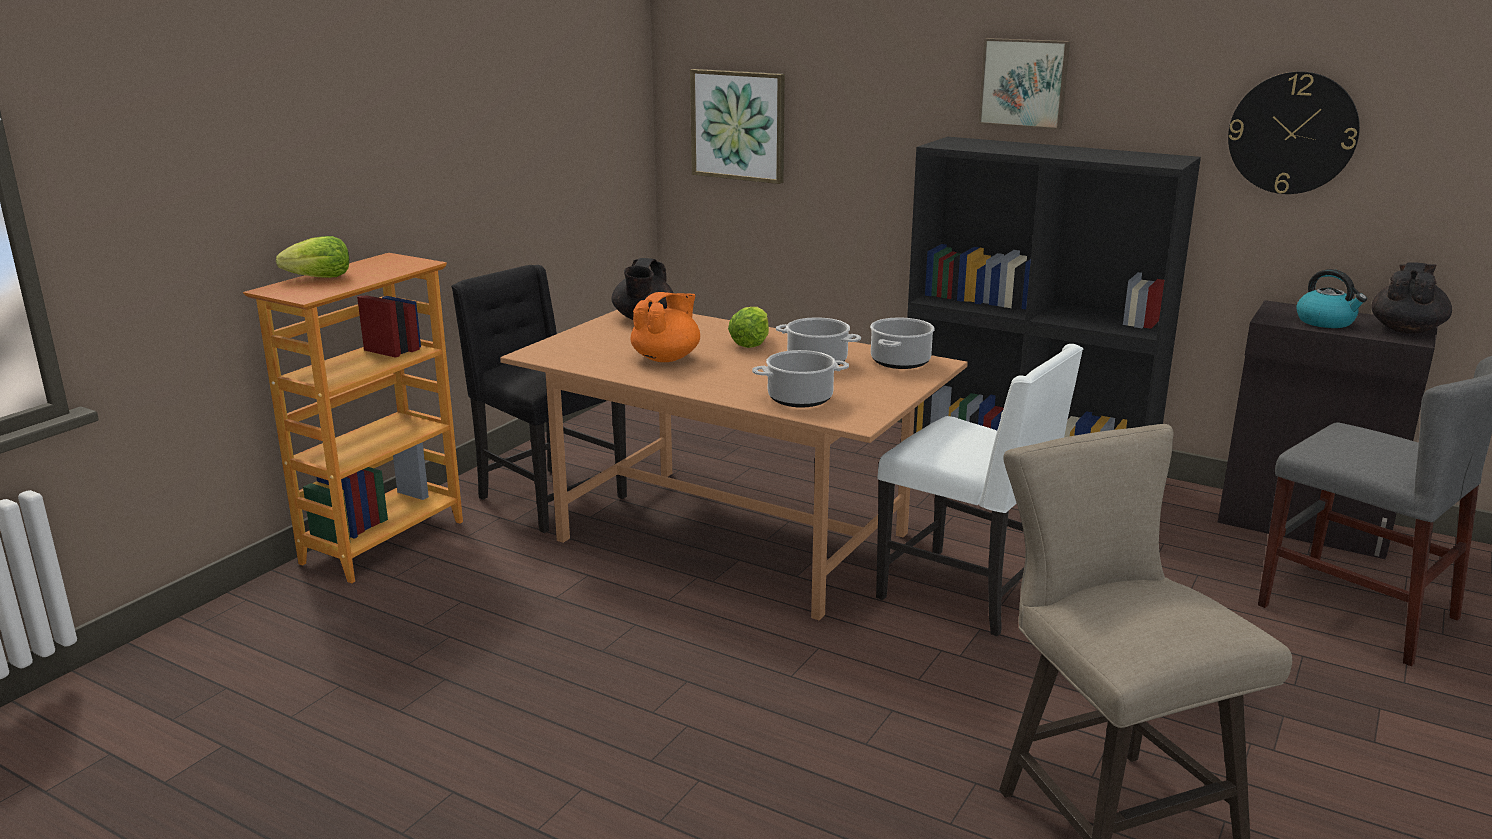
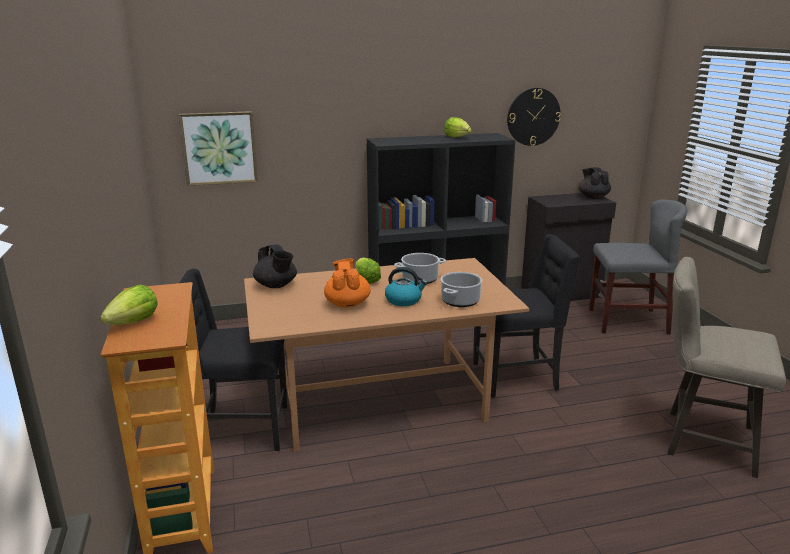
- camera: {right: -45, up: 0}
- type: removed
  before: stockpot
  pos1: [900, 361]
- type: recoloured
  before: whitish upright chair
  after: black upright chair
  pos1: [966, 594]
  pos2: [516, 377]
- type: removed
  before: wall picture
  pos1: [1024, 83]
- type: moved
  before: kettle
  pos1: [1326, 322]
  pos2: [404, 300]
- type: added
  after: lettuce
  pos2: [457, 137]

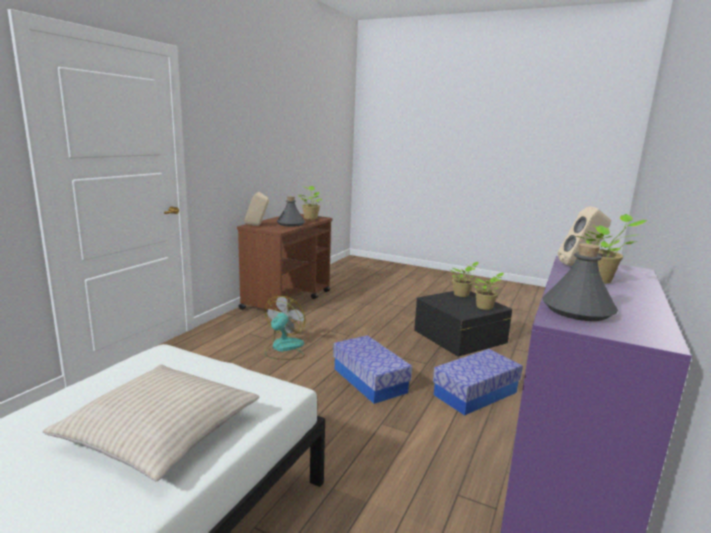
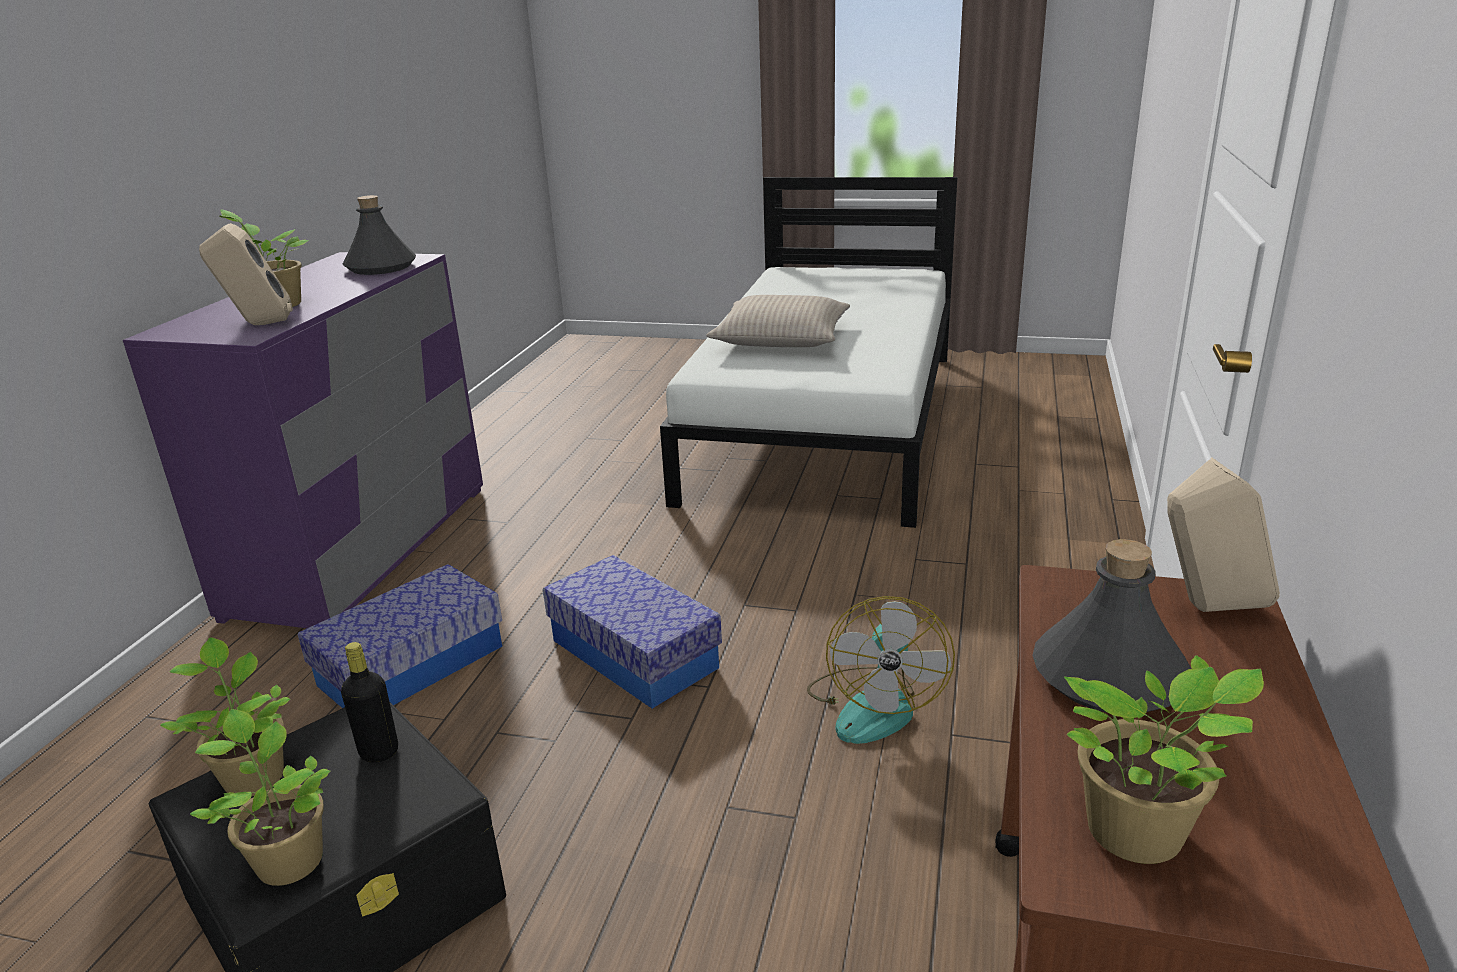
- camera: {right: 170, up: 10}
- type: added
  after: black beverage bottle
  pos2: [379, 752]

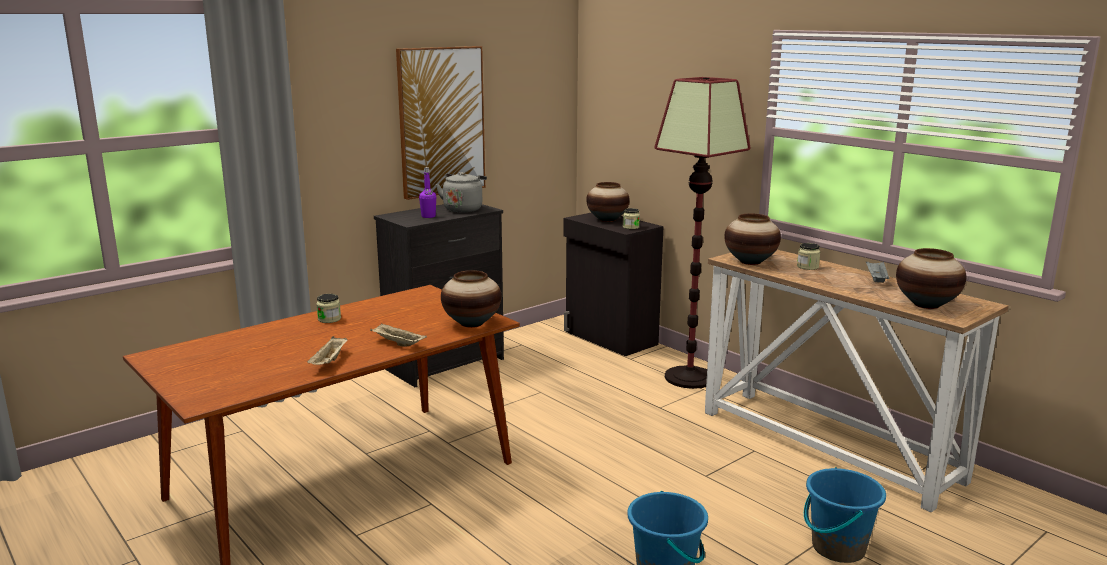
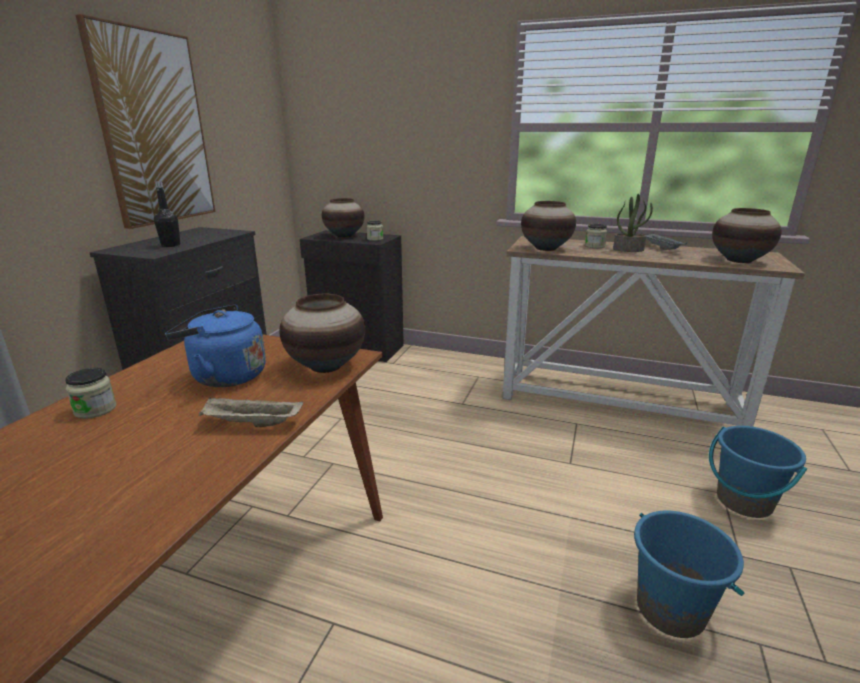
- camera: {right: -30, up: 5}
- type: removed
  before: beige carrying tray
  pos1: [329, 362]
- type: recoloured
  before: purple-coloured beverage bottle
  after: black beverage bottle
  pos1: [428, 216]
  pos2: [171, 245]
- type: removed
  before: greyish kettle
  pos1: [463, 209]
- type: removed
  before: floor lamp
  pos1: [690, 378]
- type: added
  after: blue kettle
  pos2: [224, 376]
- type: added
  after: plant in a pot
  pos2: [628, 249]

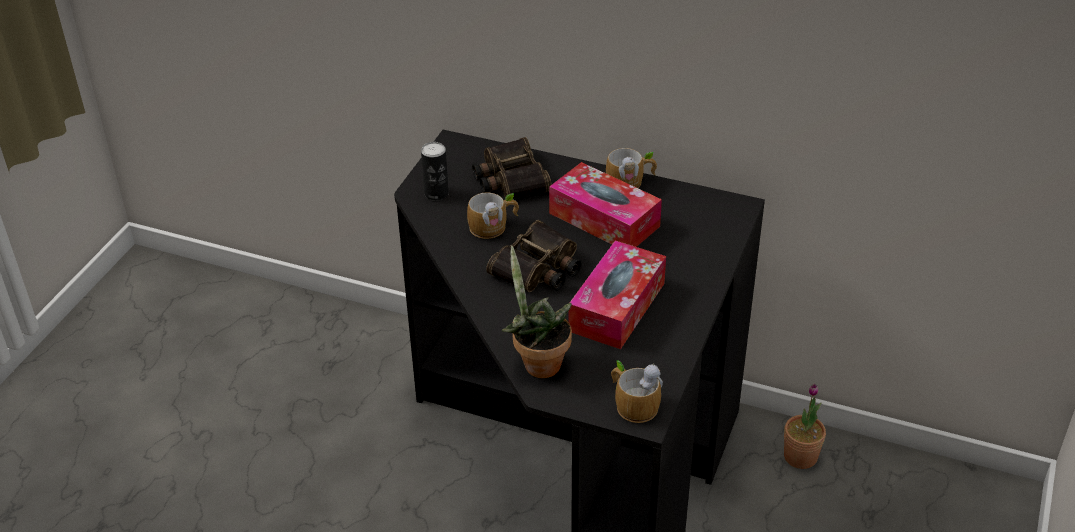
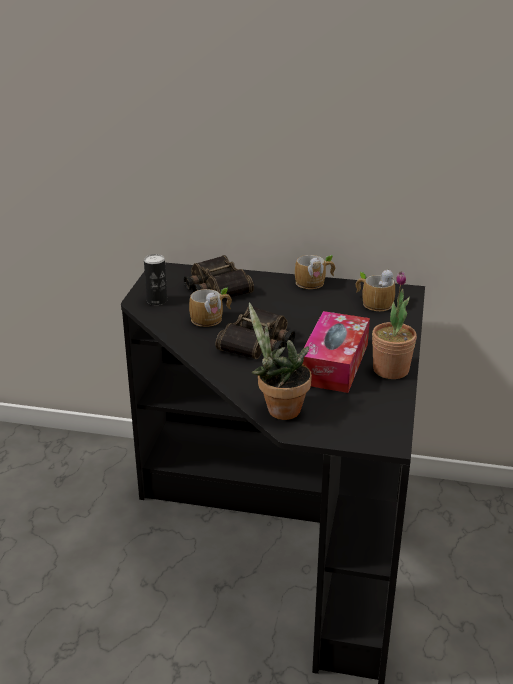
- camera: {right: -10, up: -10}
- type: removed
  before: tissue holder
  pos1: [604, 220]
- type: moved
  before: tea mug
  pos1: [632, 402]
  pos2: [373, 302]
- type: moved
  before: plant in a pot
  pos1: [800, 456]
  pos2: [390, 370]

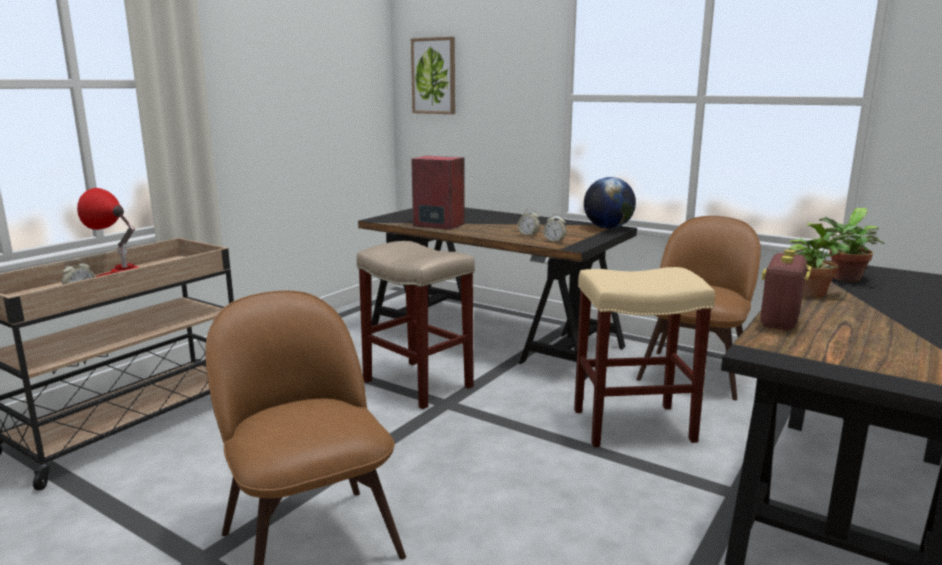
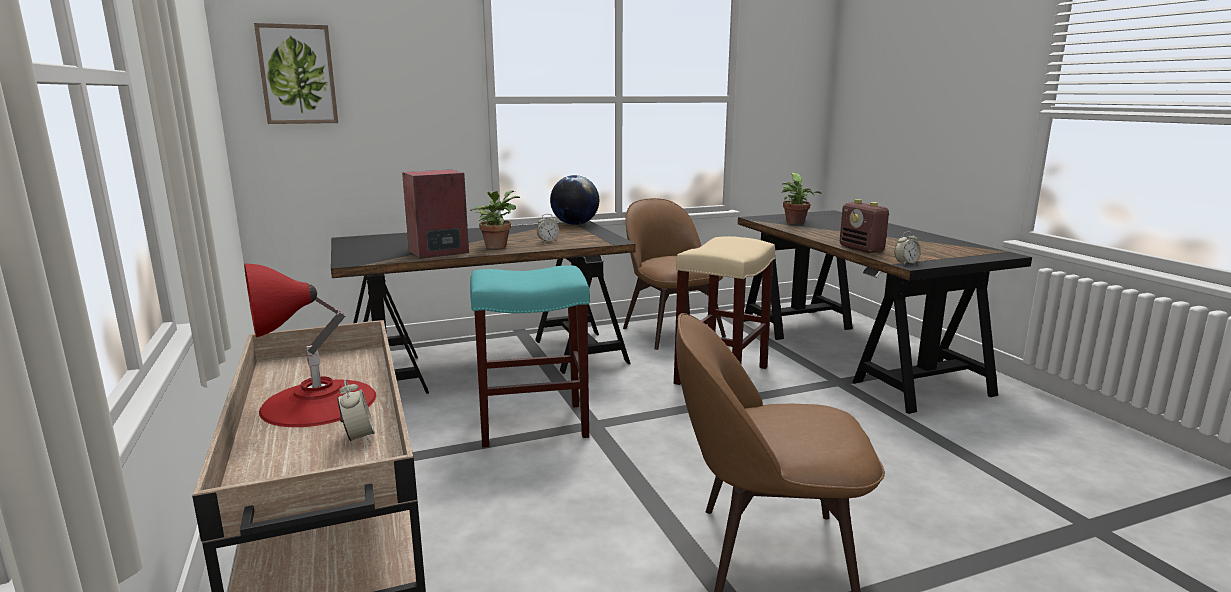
- camera: {right: -55, up: 0}
- type: recoloured
  before: beige stool
  after: turquoise-coloured stool
  pos1: [416, 384]
  pos2: [531, 425]
- type: moved
  before: alarm clock
  pos1: [554, 241]
  pos2: [906, 263]
- type: moved
  before: plant in a pot
  pos1: [813, 293]
  pos2: [497, 246]

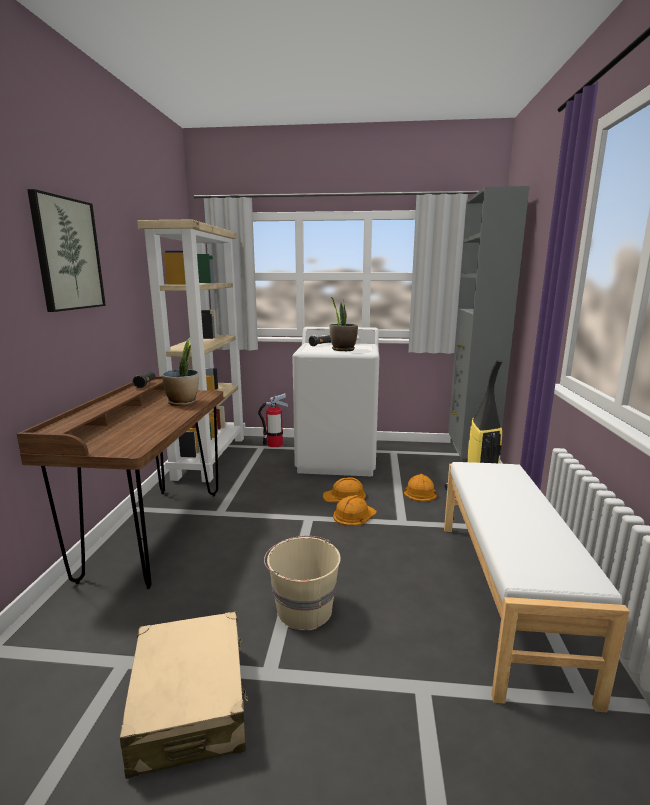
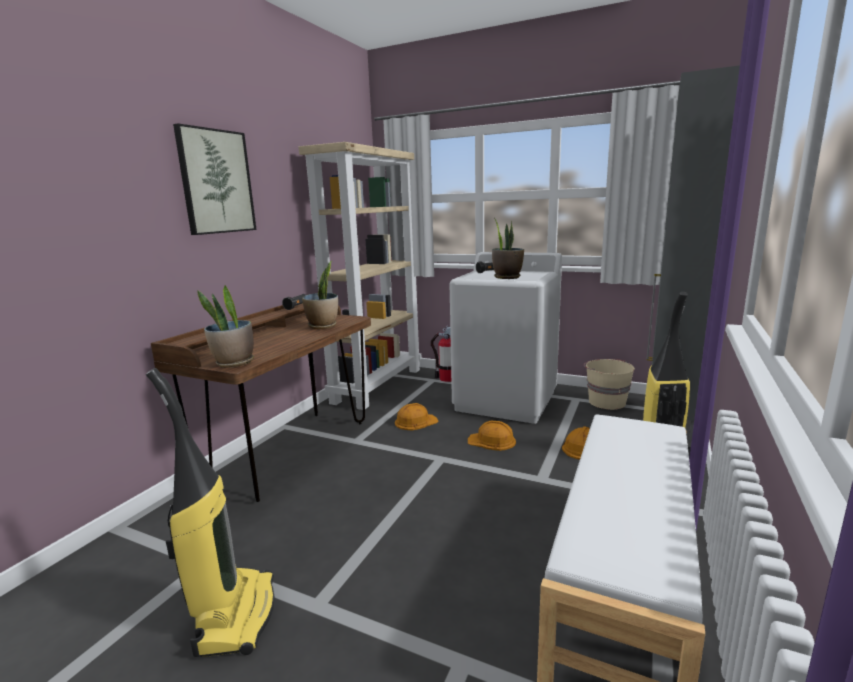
- camera: {right: 20, up: 0}
- type: replaced
  before: beige travel case
  after: vacuum
  pos1: [190, 704]
  pos2: [235, 615]
- type: moved
  before: beige bucket
  pos1: [303, 609]
  pos2: [606, 402]
- type: moved
  before: orangey safety helmet
  pos1: [354, 515]
  pos2: [415, 421]
- type: added
  after: plant in a pot
  pos2: [234, 363]

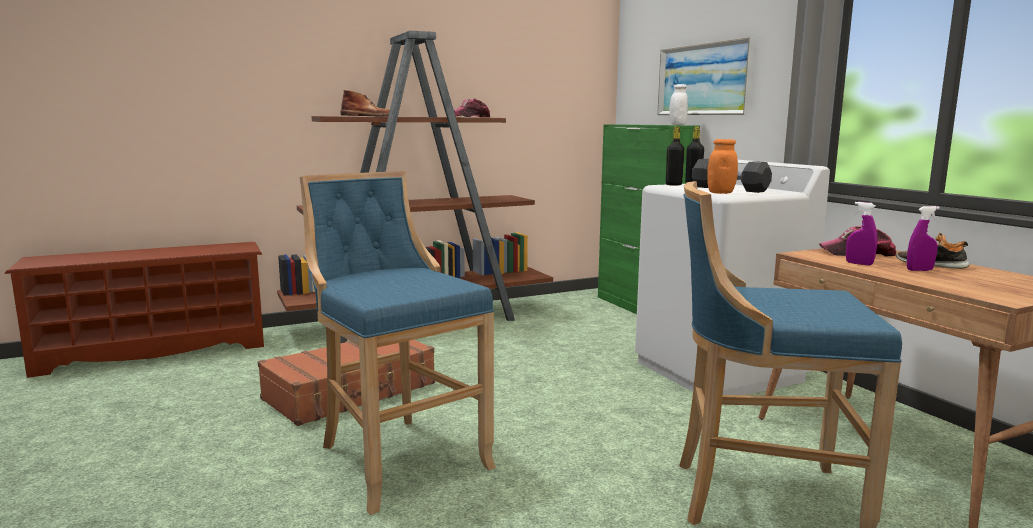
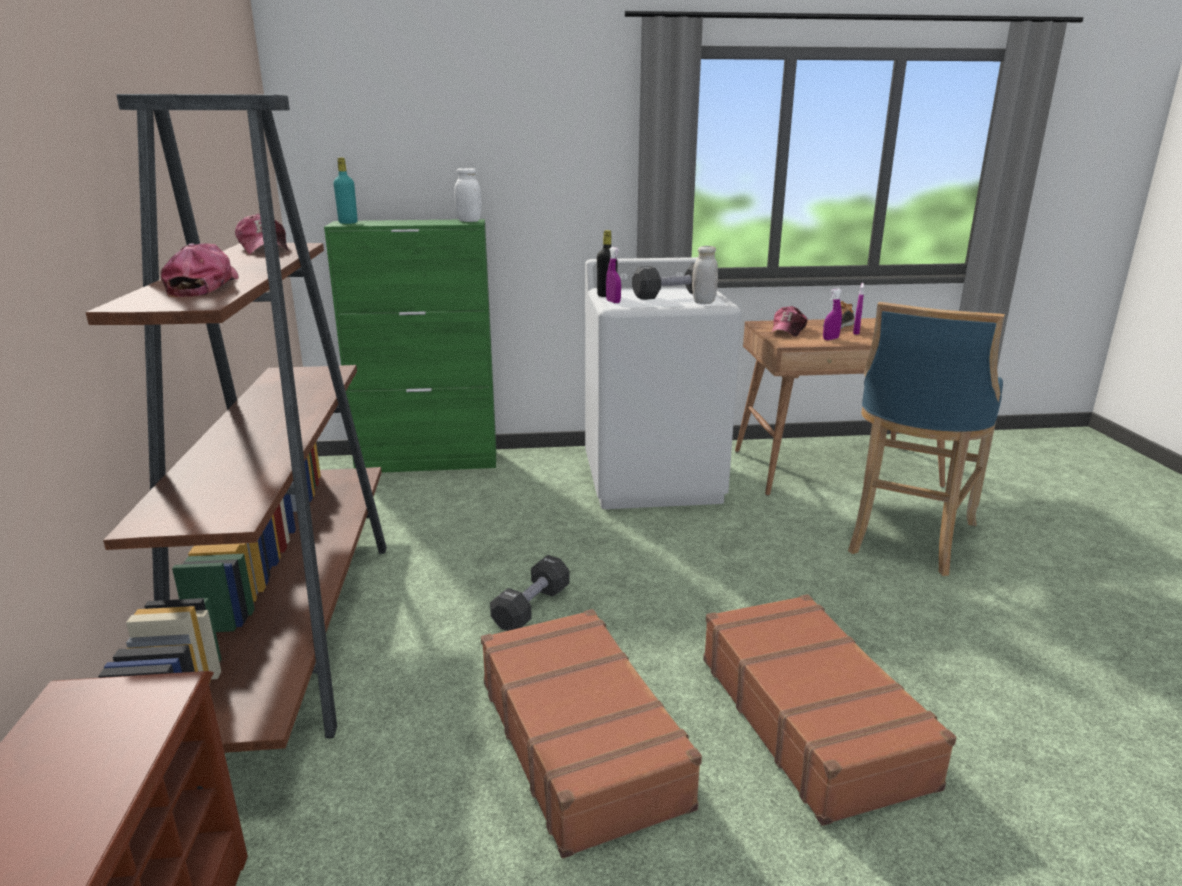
- camera: {right: -70, up: 10}
- type: replaced
  before: blue stool
  after: brownish travel case
  pos1: [397, 457]
  pos2: [812, 718]
- type: replaced
  before: brownish tall boot
  after: cap
  pos1: [368, 116]
  pos2: [203, 286]
- type: removed
  before: wall picture
  pos1: [703, 79]
- type: replaced
  before: black beverage bottle
  after: purple-coloured spray bottle
  pos1: [673, 185]
  pos2: [613, 302]
- type: recoloured
  before: orangey preserve jar
  after: whitish preserve jar
  pos1: [720, 193]
  pos2: [703, 302]
- type: added
  after: turquoise-coloured beverage bottle
  pos2: [348, 223]
- type: added
  after: black free weight
  pos2: [531, 608]

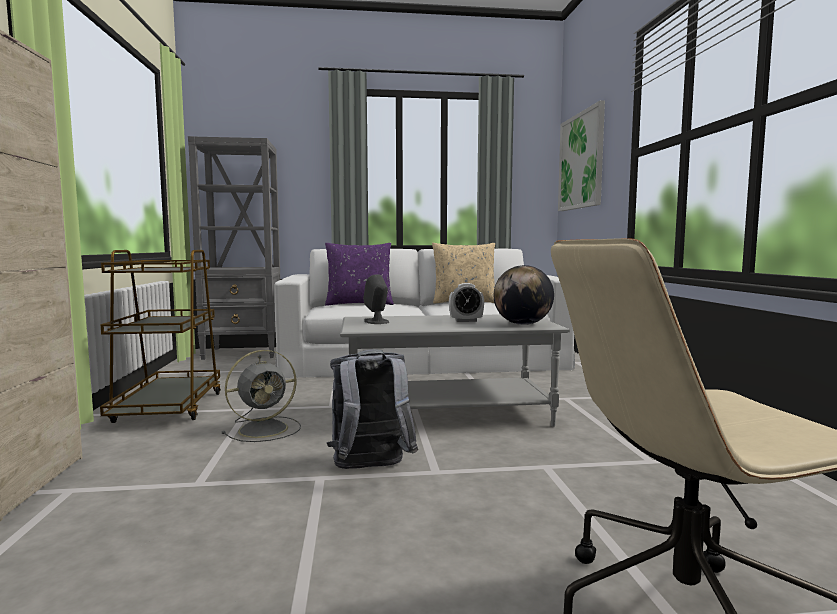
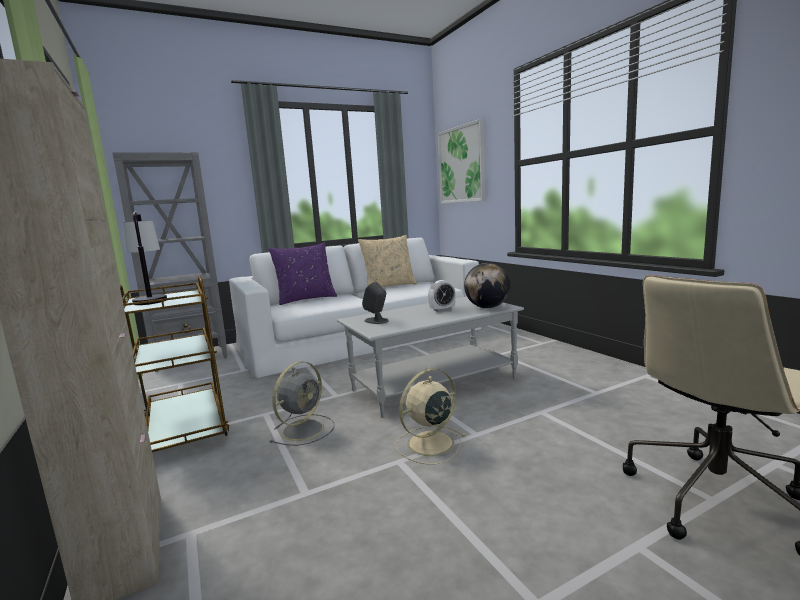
- camera: {right: -20, up: 5}
- type: replaced
  before: greyish knapsack
  after: beige fan
  pos1: [370, 469]
  pos2: [429, 444]
- type: added
  after: lamp for a table
  pos2: [150, 299]

